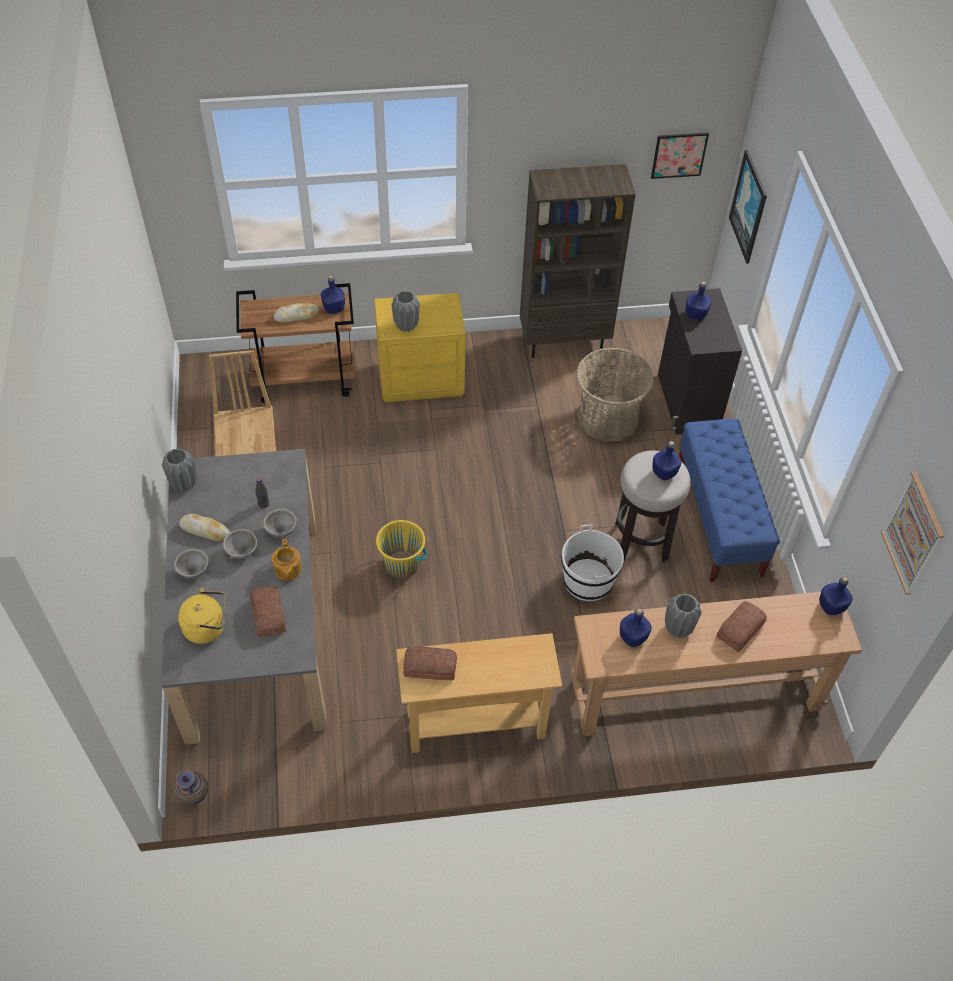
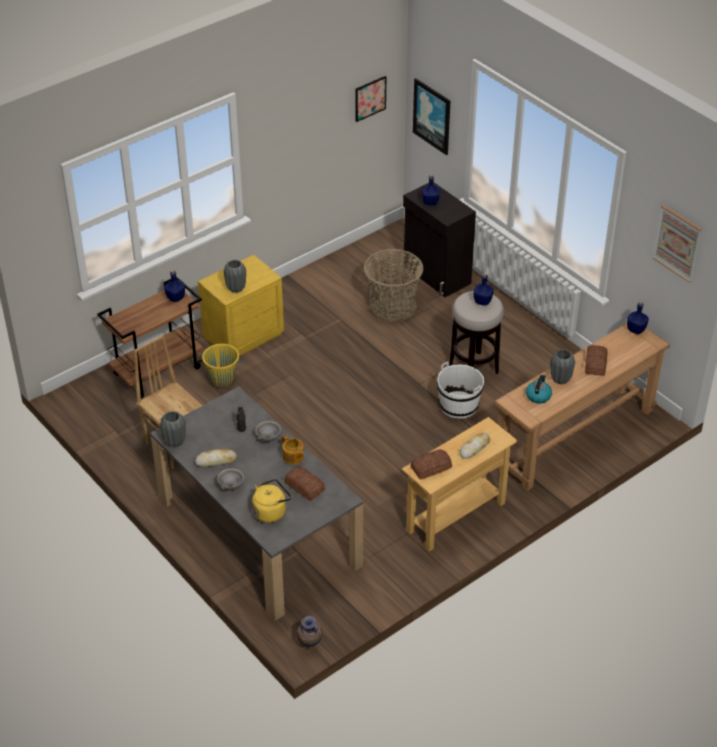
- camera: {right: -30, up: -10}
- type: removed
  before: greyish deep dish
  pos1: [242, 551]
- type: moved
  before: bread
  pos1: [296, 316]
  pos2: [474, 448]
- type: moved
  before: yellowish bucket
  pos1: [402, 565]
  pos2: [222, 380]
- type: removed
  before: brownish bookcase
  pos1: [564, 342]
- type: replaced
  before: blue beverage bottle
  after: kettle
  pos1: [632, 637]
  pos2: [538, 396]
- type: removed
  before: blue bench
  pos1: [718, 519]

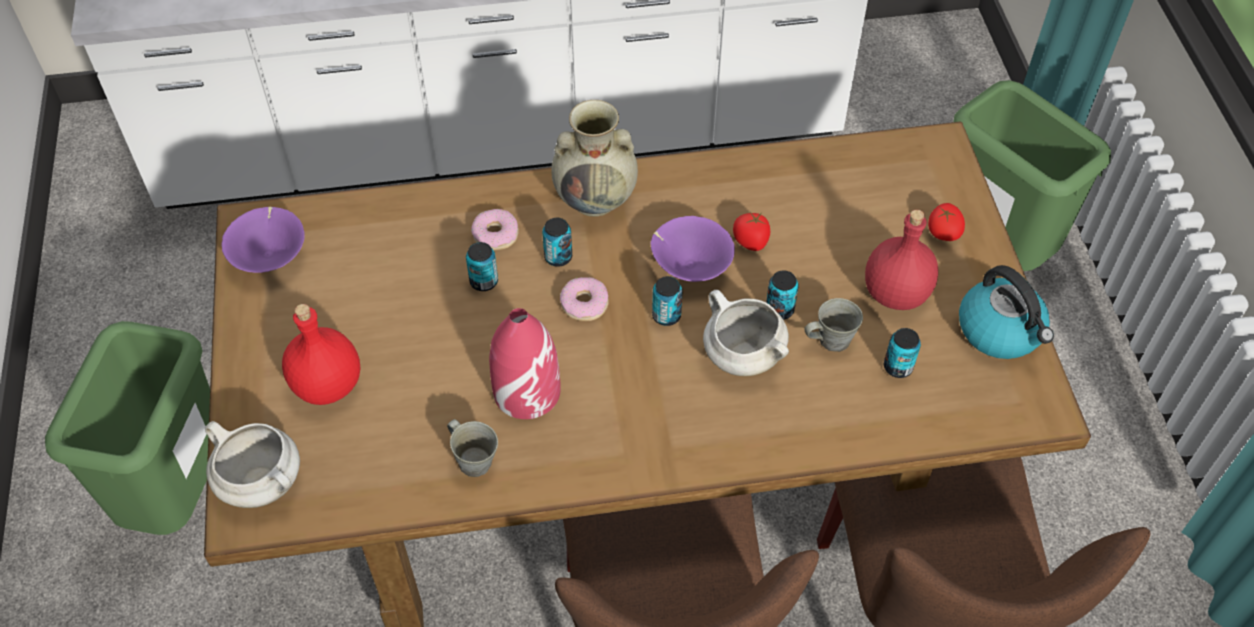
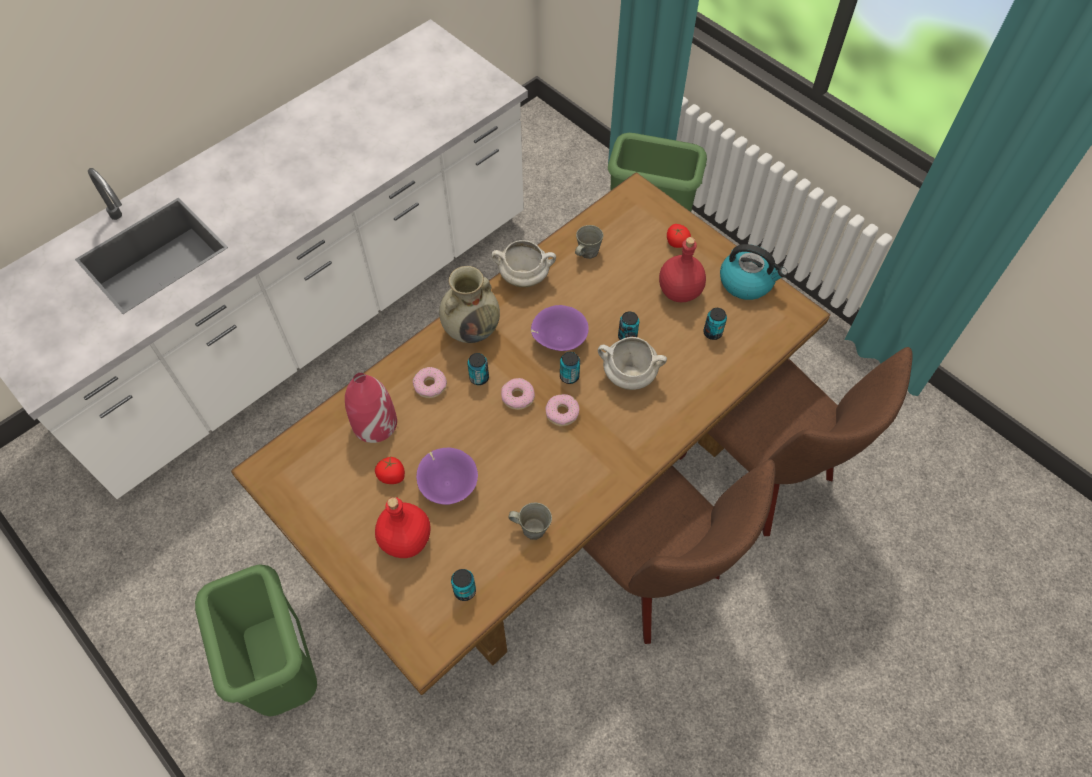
- camera: {right: -35, up: 5}
- type: moved
  before: whitish stockpot
  pos1: [263, 482]
  pos2: [524, 276]
- type: moved
  before: purple-coloured deep dish
  pos1: [270, 256]
  pos2: [448, 483]
- type: moved
  before: sealed can
  pos1: [484, 281]
  pos2: [465, 590]
- type: moved
  before: red-coloured vase
  pos1: [526, 390]
  pos2: [374, 423]
- type: moved
  before: fresh tomato
  pos1: [751, 241]
  pos2: [392, 476]
- type: moved
  before: greyish tea mug
  pos1: [831, 340]
  pos2: [587, 252]
- type: added
  after: ring doughnut
  pos2: [562, 412]

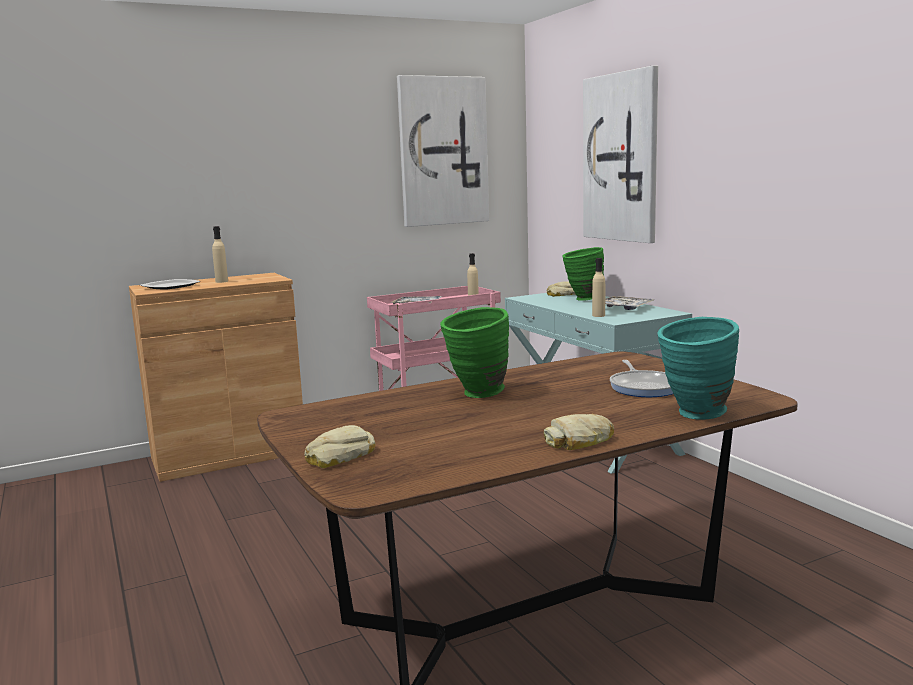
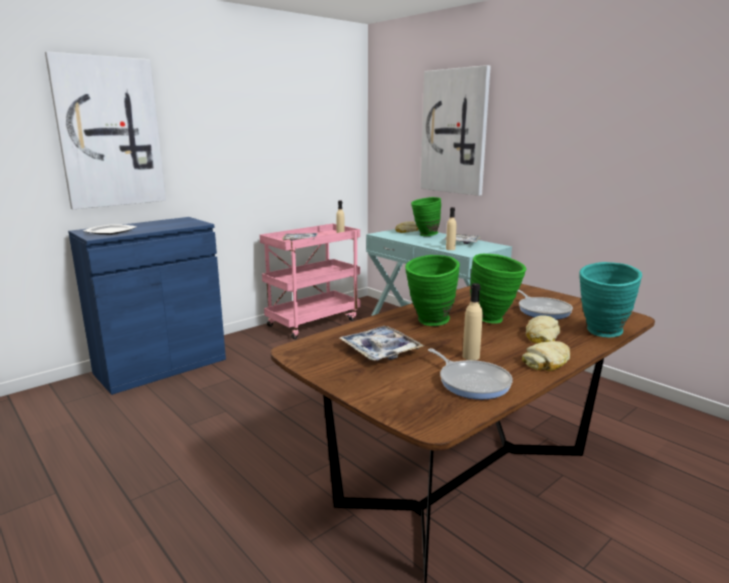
- camera: {right: -15, up: 5}
- type: recoloured
  before: brownish storage cabinet
  after: blue storage cabinet
  pos1: [229, 455]
  pos2: [161, 366]
- type: moved
  before: beige beverage bottle
  pos1: [221, 281]
  pos2: [471, 356]
- type: moved
  before: bread
  pos1: [339, 456]
  pos2: [540, 336]
- type: moved
  before: wall picture
  pos1: [443, 151]
  pos2: [109, 133]
- type: added
  after: carrying tray
  pos2: [380, 350]
- type: added
  after: frying pan
  pos2: [472, 382]
- type: added
  after: greenish vase
  pos2: [494, 320]

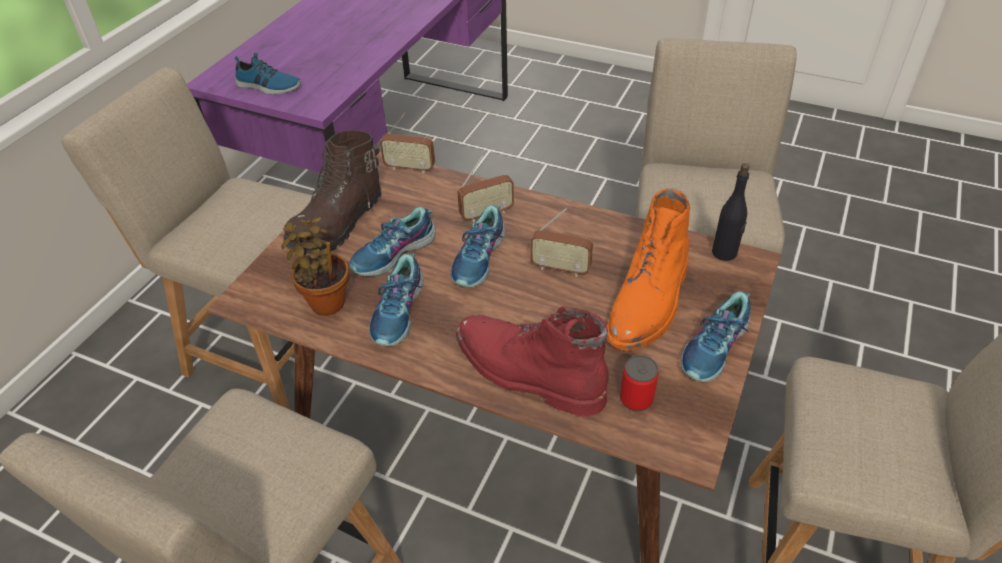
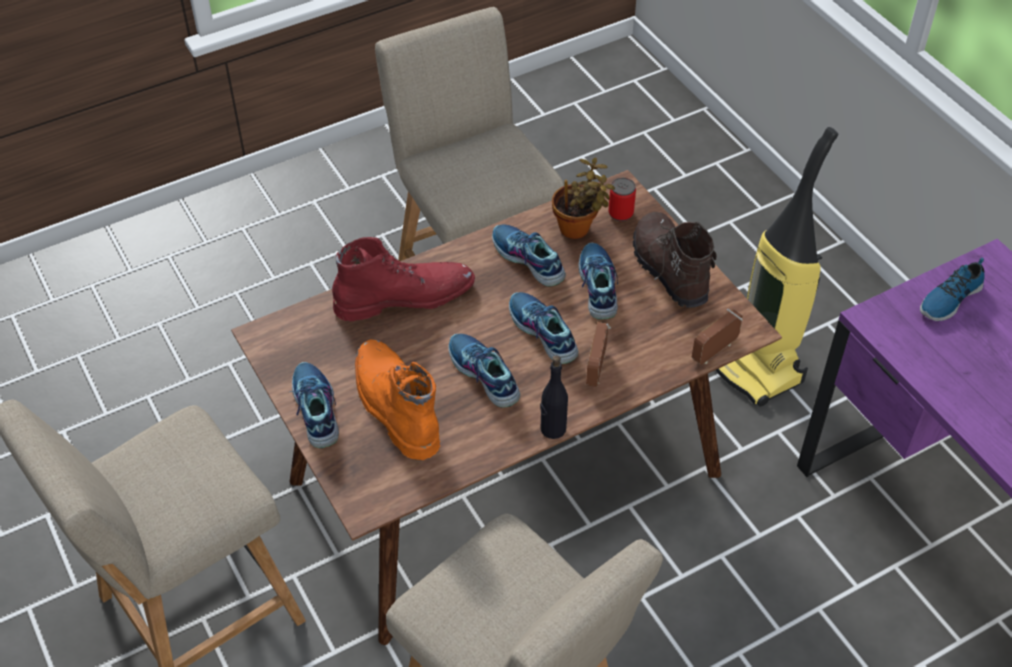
- camera: {right: 125, up: 5}
- type: replaced
  before: beige upright chair
  after: vacuum
  pos1: [263, 346]
  pos2: [752, 361]
- type: replaced
  before: radio receiver
  after: item of footwear
  pos1: [560, 268]
  pos2: [483, 375]
- type: moved
  before: sealed can
  pos1: [636, 399]
  pos2: [620, 213]
- type: moved
  before: black beverage bottle
  pos1: [724, 253]
  pos2: [552, 429]

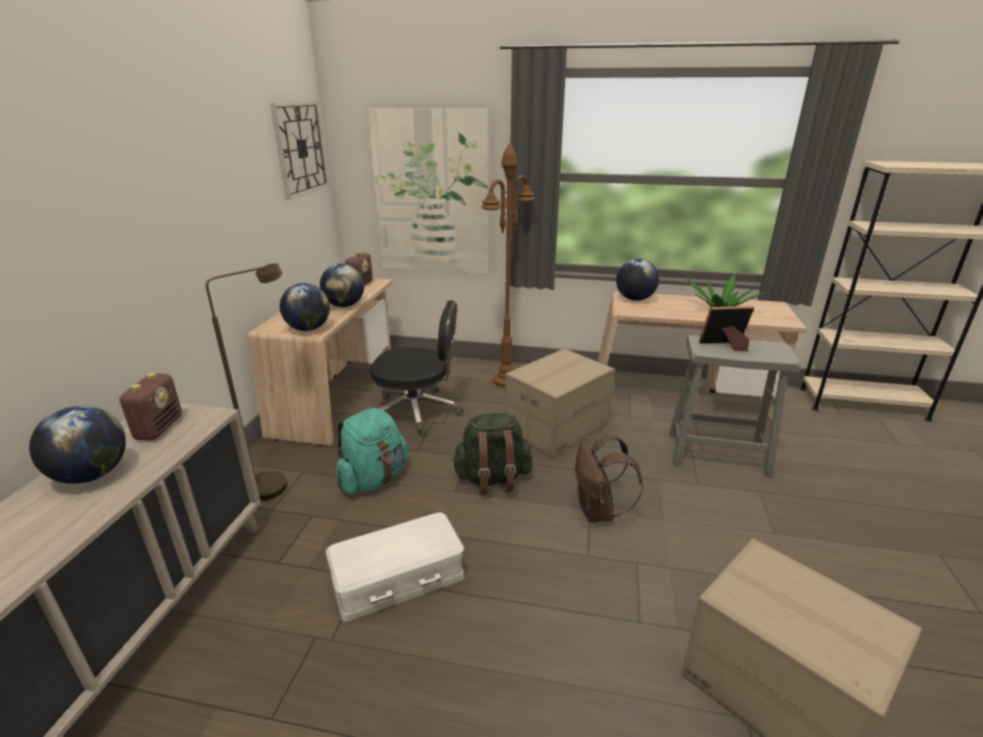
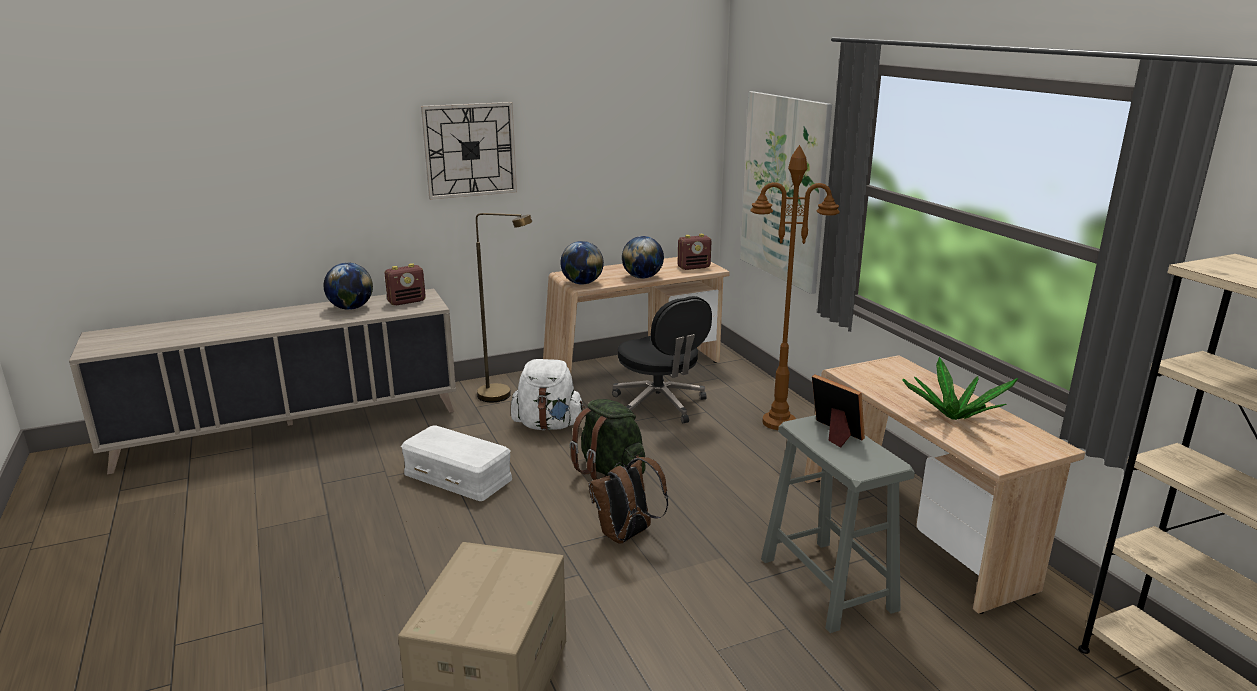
- camera: {right: 55, up: -5}
- type: moved
  before: clock on the wall
  pos1: [300, 148]
  pos2: [470, 150]
- type: recoloured
  before: turquoise-coloured knapsack
  after: whitish knapsack
  pos1: [374, 479]
  pos2: [548, 425]
- type: removed
  before: cardboard box
  pos1: [556, 427]
- type: removed
  before: desk globe
  pos1: [635, 299]

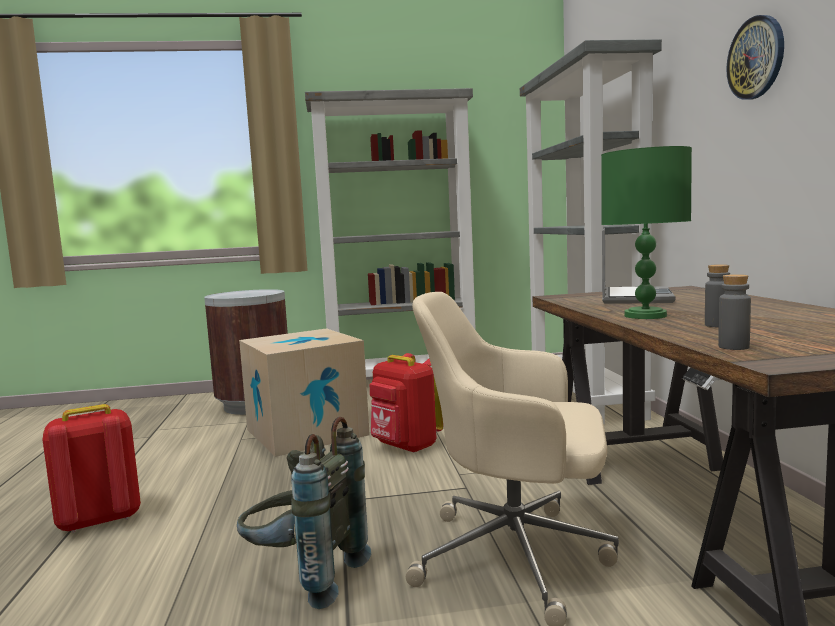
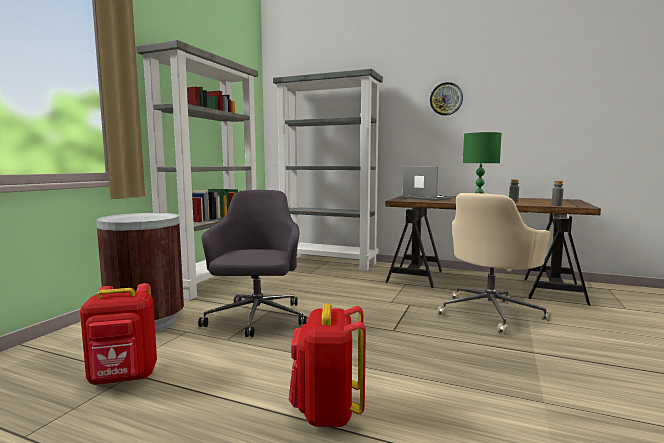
- camera: {right: -60, up: 0}
- type: removed
  before: greyish knapsack
  pos1: [304, 578]
- type: replaced
  before: cardboard box
  after: greyish computer chair
  pos1: [306, 432]
  pos2: [256, 319]
- type: moved
  before: red-coloured knapsack
  pos1: [406, 446]
  pos2: [124, 378]

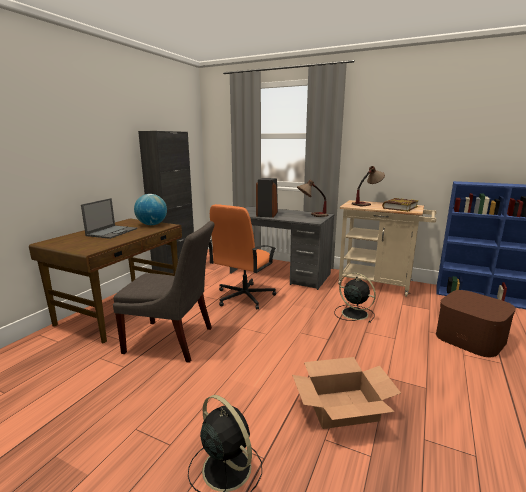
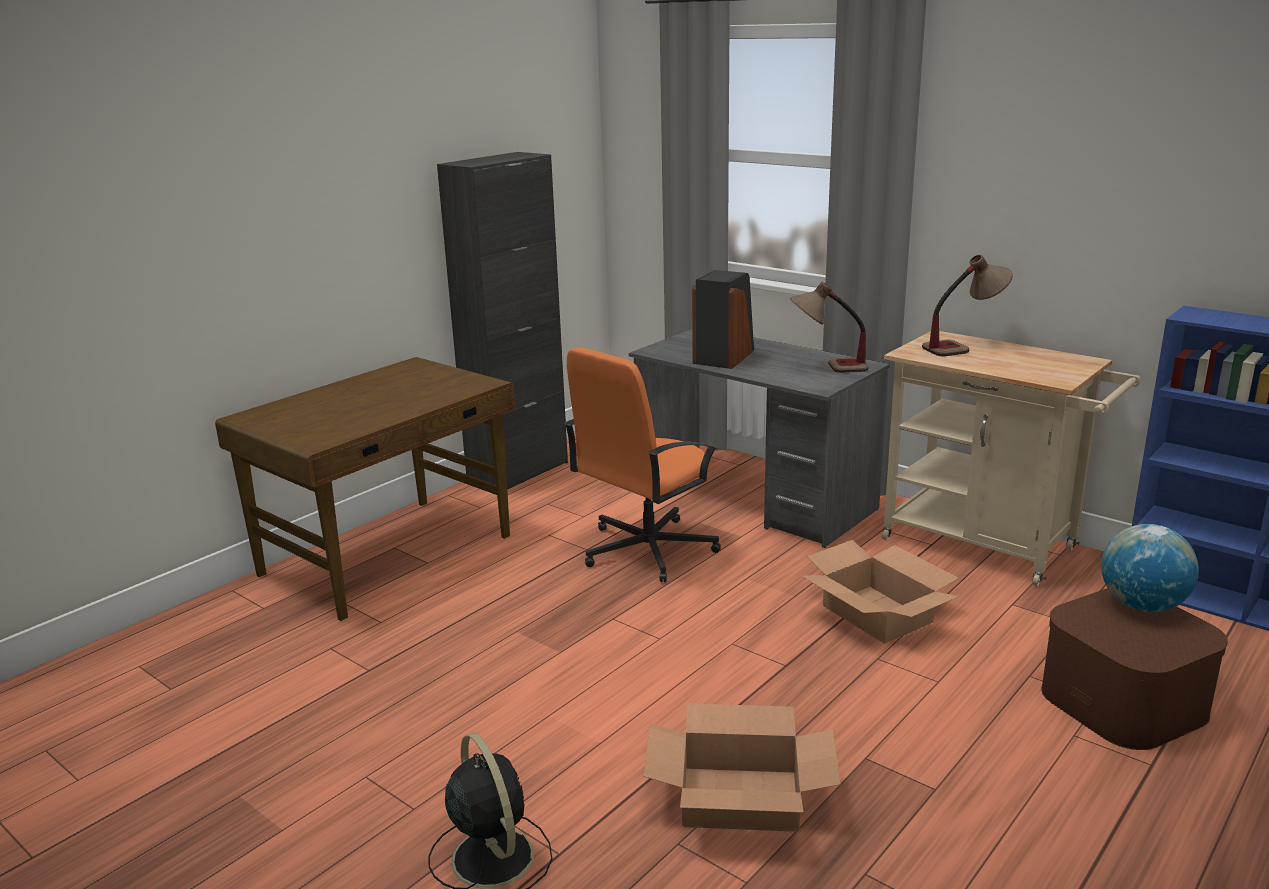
- camera: {right: 15, up: 5}
- type: removed
  before: portable computer
  pos1: [112, 232]
- type: removed
  before: greyish upright chair
  pos1: [173, 341]
- type: moved
  before: desk globe
  pos1: [152, 224]
  pos2: [1142, 605]
- type: replaced
  before: black fan
  after: cardboard box
  pos1: [353, 313]
  pos2: [877, 614]
- type: removed
  before: volume
  pos1: [399, 207]

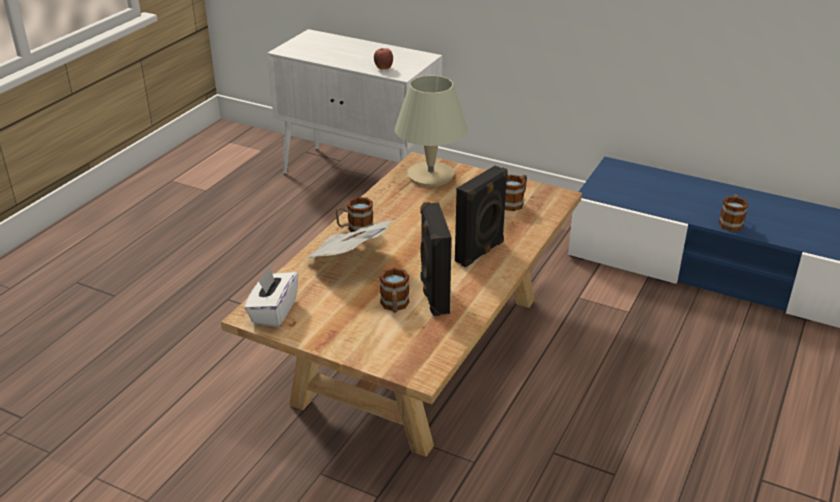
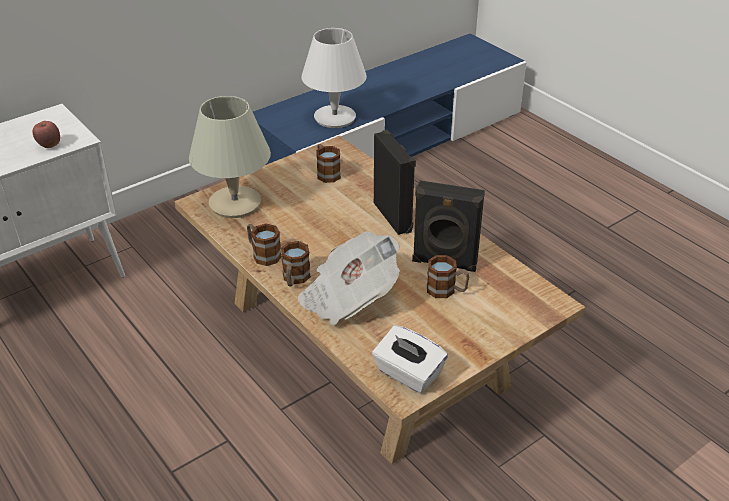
- camera: {right: -65, up: 5}
- type: moved
  before: tea mug
  pos1: [731, 222]
  pos2: [263, 254]
- type: added
  after: whitish lamp for a table
  pos2: [334, 117]

